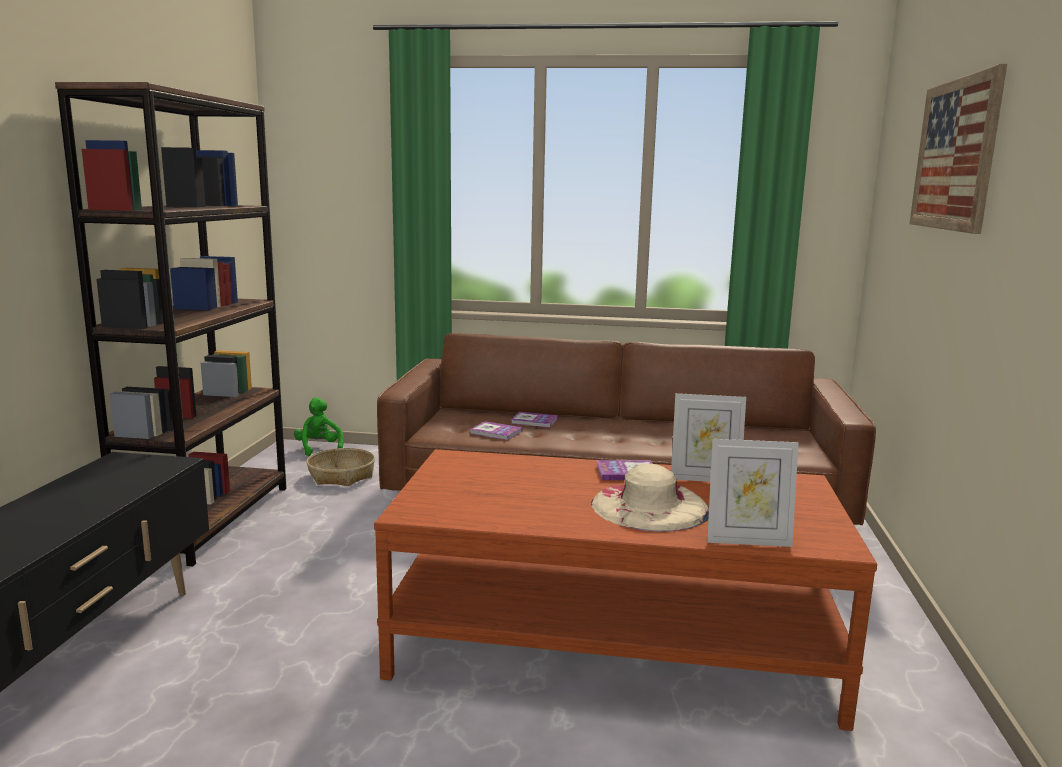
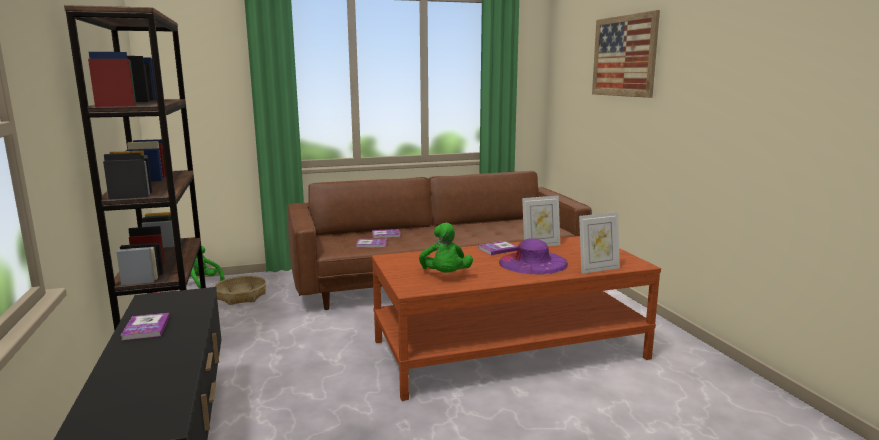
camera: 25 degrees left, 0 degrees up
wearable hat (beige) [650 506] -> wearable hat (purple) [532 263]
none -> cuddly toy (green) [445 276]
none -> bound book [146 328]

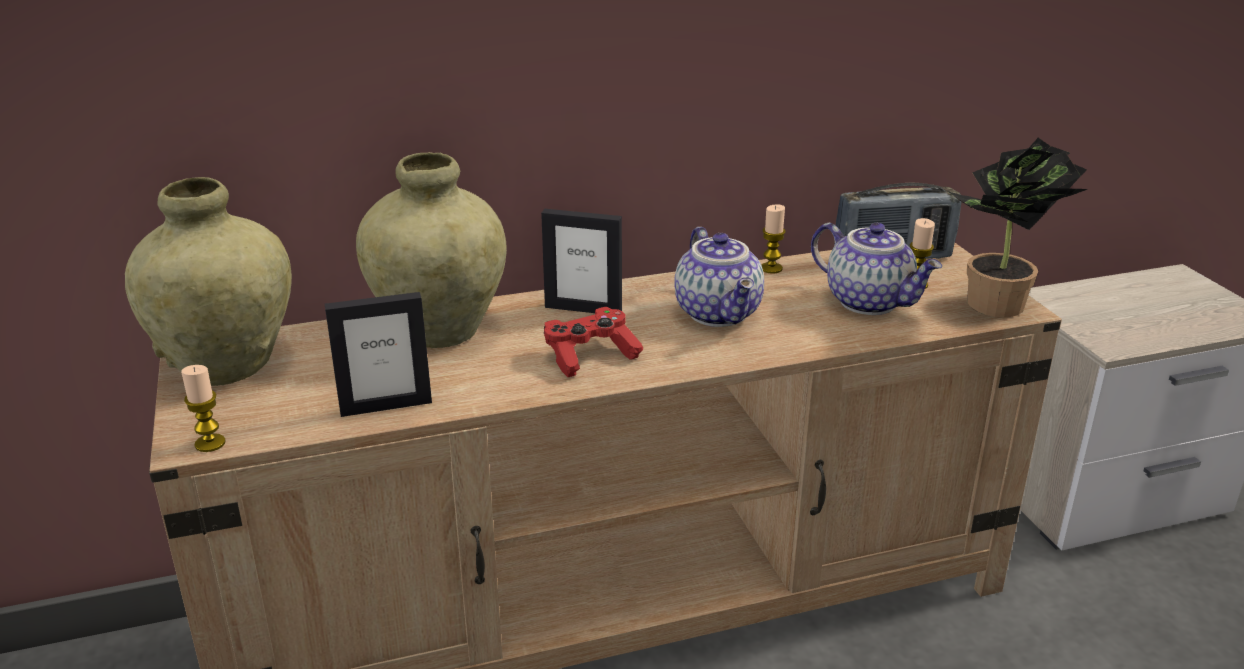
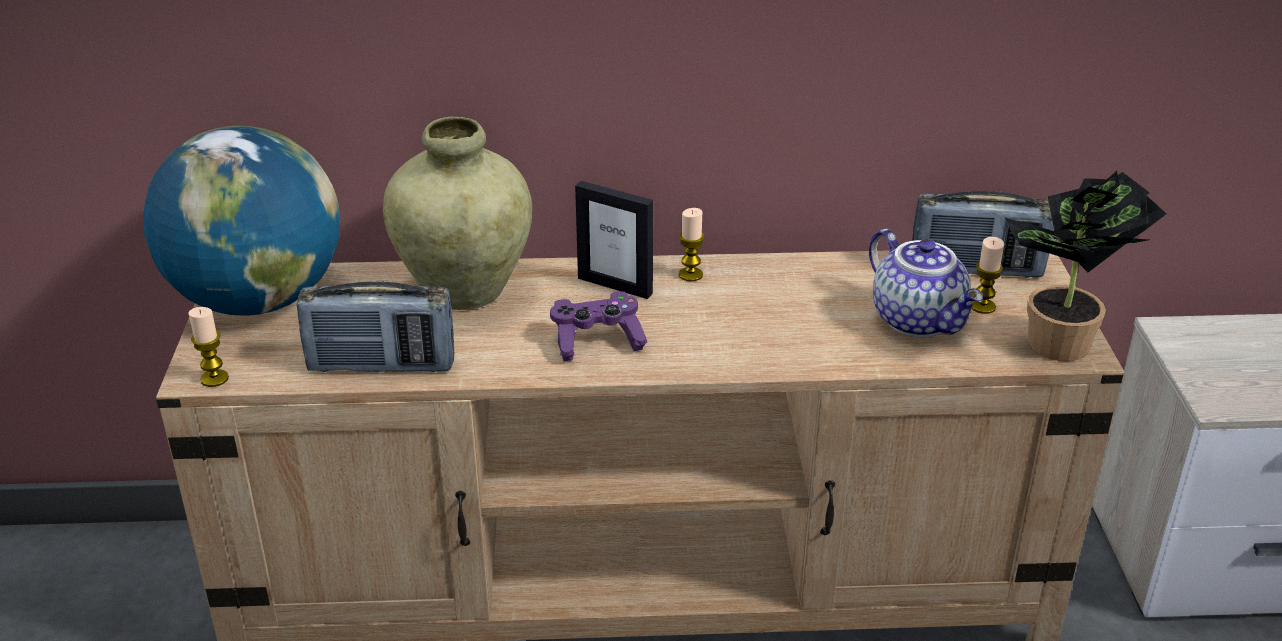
camera: 15 degrees right, 5 degrees up
vase (beige) [227 366] -> globe [258 300]
wax light [771 268] -> wax light [690 275], relocated
pot for tea [720 313] -> none
photo frame [386 406] -> radio set [381 365]
game controller (red) [590 356] -> game controller (purple) [597 340]

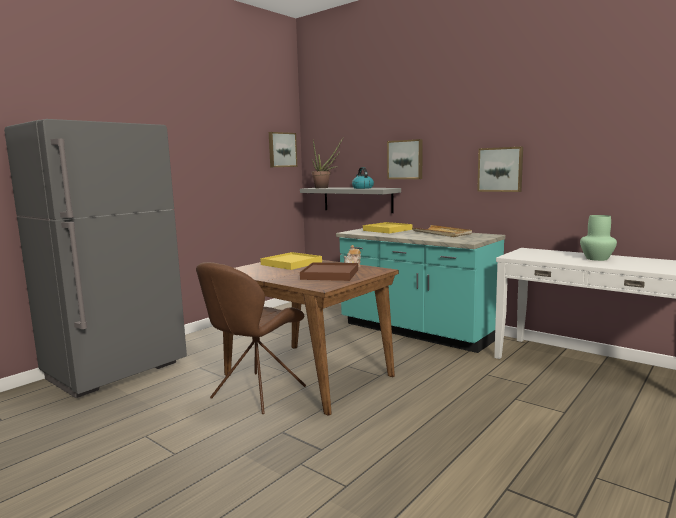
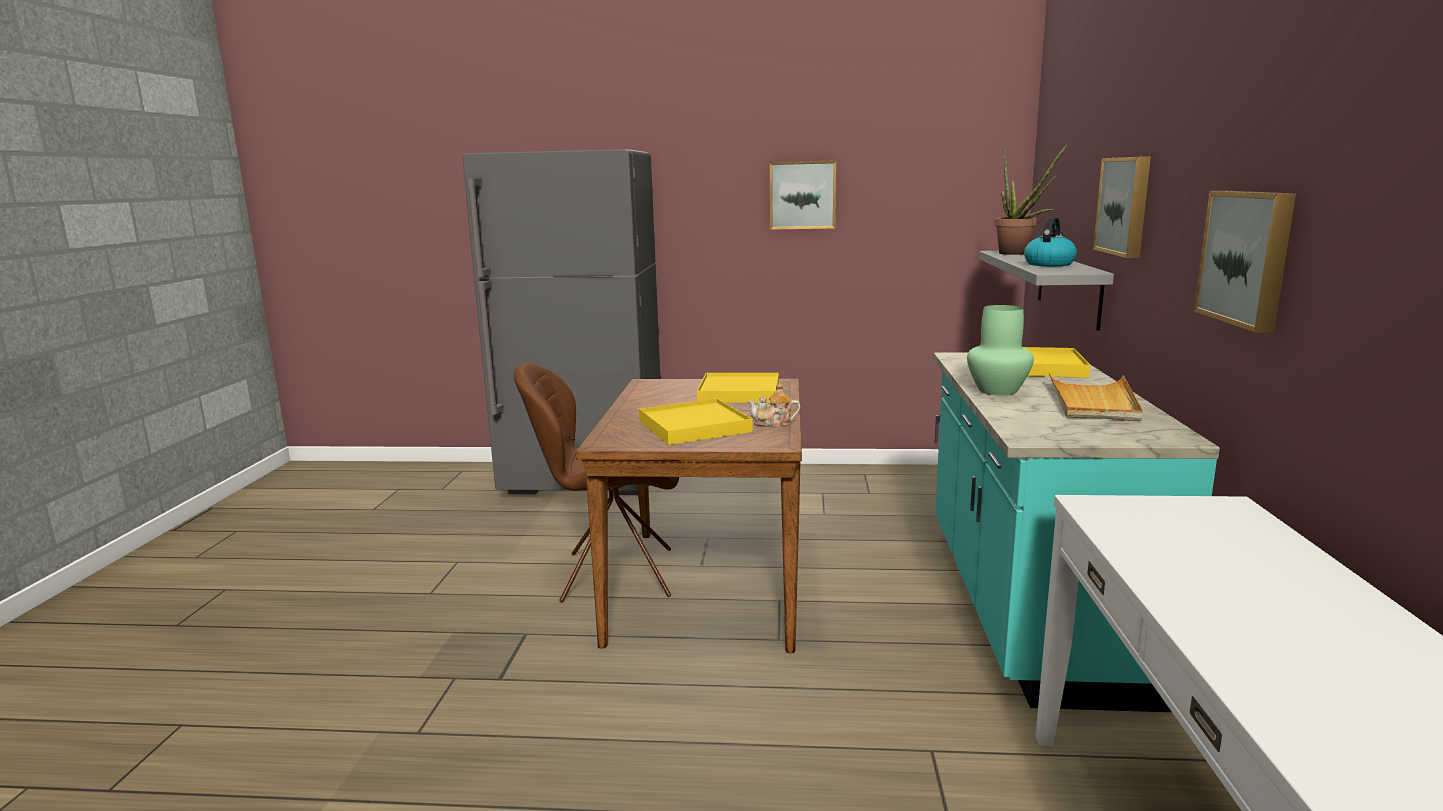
camera: 55 degrees right, 5 degrees up
wall art [281 150] -> wall art [802 195], relocated
vase (green) [597 259] -> vase (green) [997 391], relocated
serving tray (brown) [330 274] -> serving tray (yellowish) [694 426]

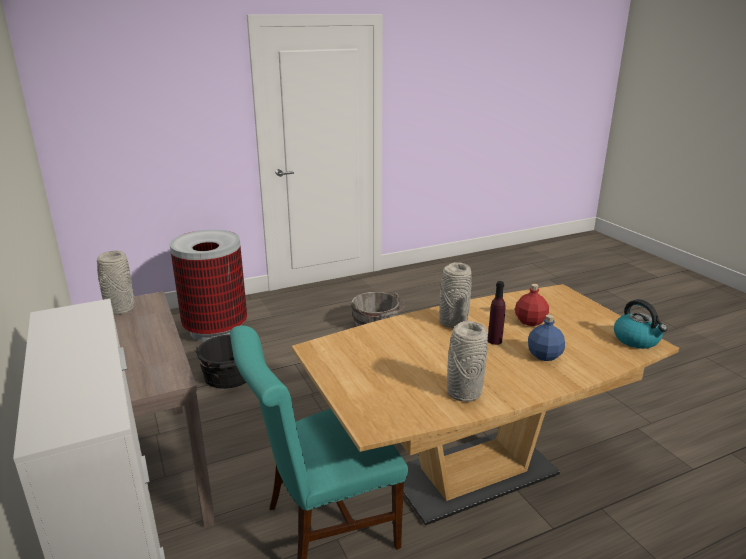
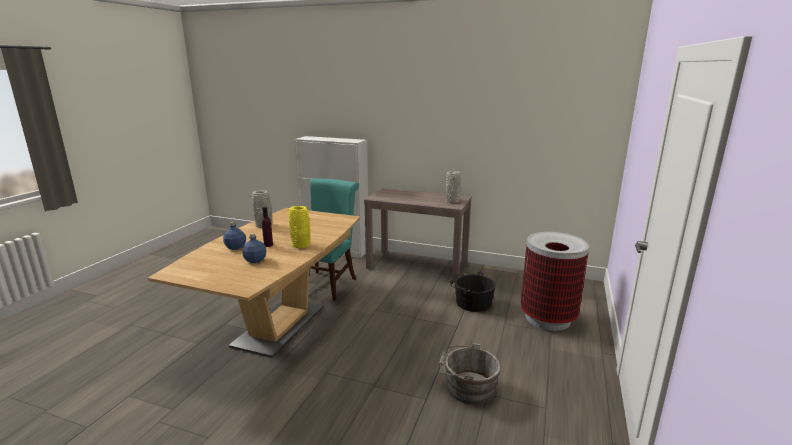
camera: 135 degrees right, 5 degrees down
vase (gray) [453 322] -> vase (yellowish) [301 245]
bottle (red) [530 322] -> bottle (blue) [255 260]
water kettle [637 340] -> none

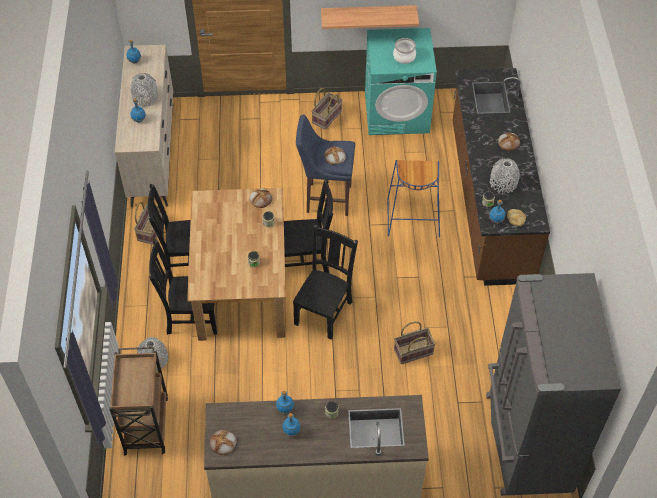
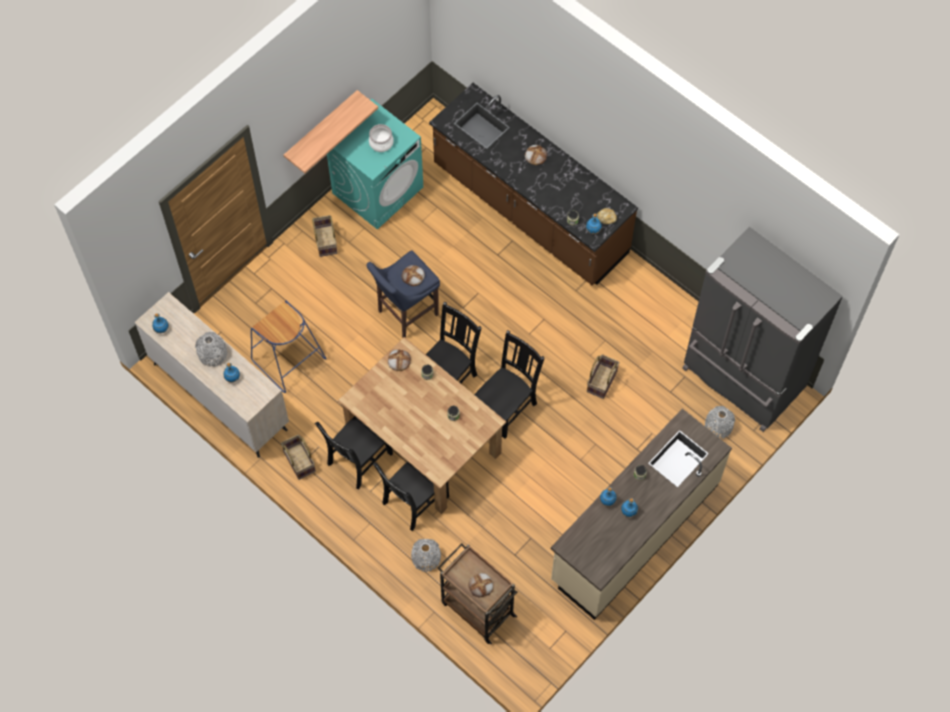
camera: 45 degrees left, 10 degrees up
vase (gray) [503 183] -> vase (gray) [718 426], relocated
stool (blue) [412 217] -> stool (blue) [287 359], relocated
upright chair (black-coloured) [324 311] -> upright chair (black-coloured) [506 407], 60 degrees clockwise
bakery bread [223 443] -> bakery bread [481 586], relocated

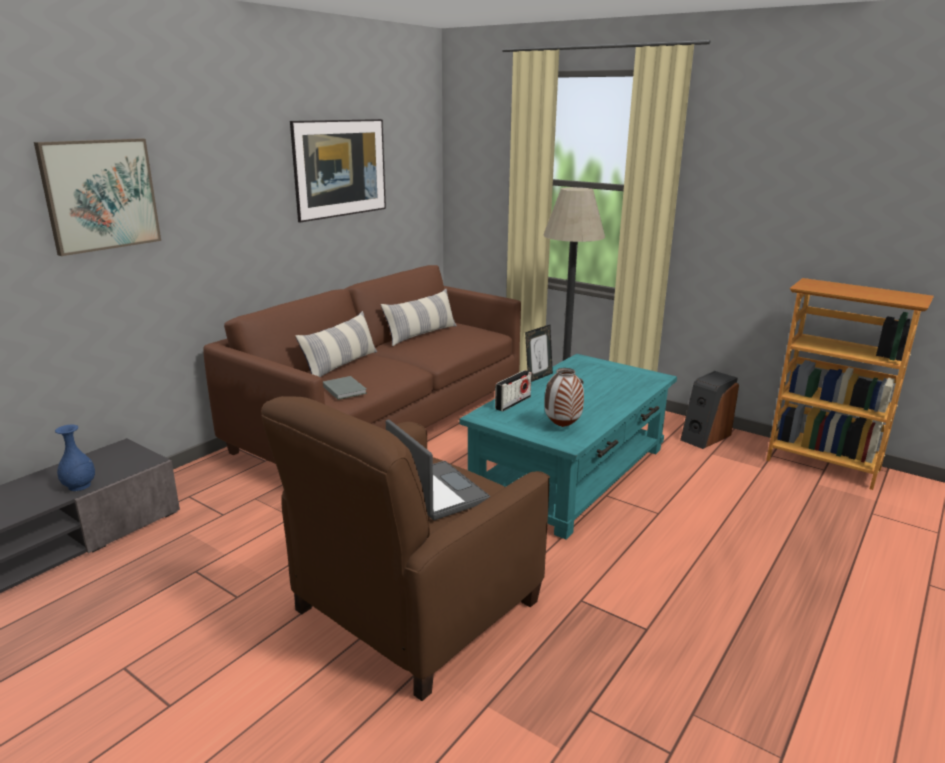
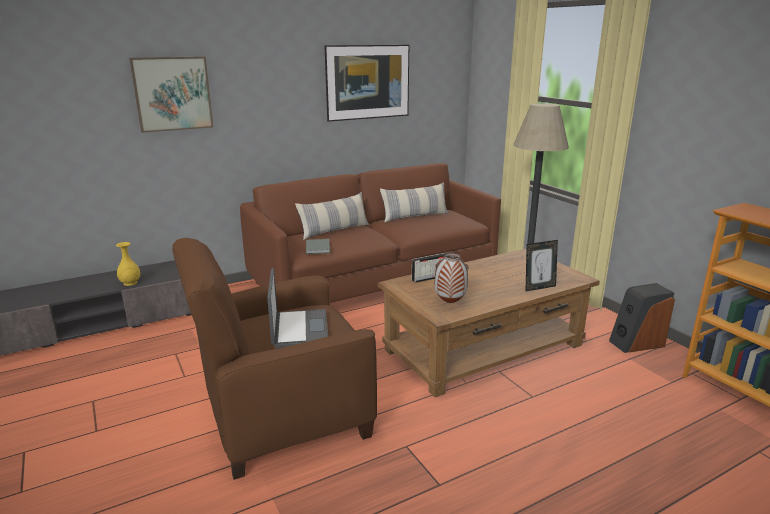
camera: 25 degrees right, 0 degrees up
photo frame [538 377] -> photo frame [539 287], relocated
low table (turquoise) [571 473] -> low table (brown) [484 347]
vase (blue) [79 486] -> vase (yellowish) [130 283]

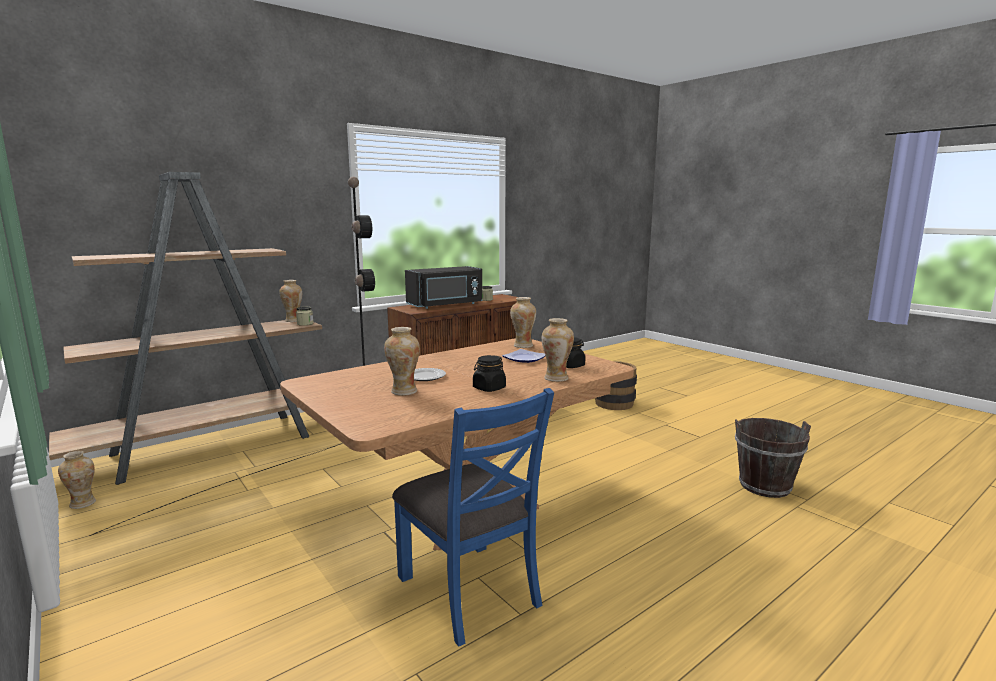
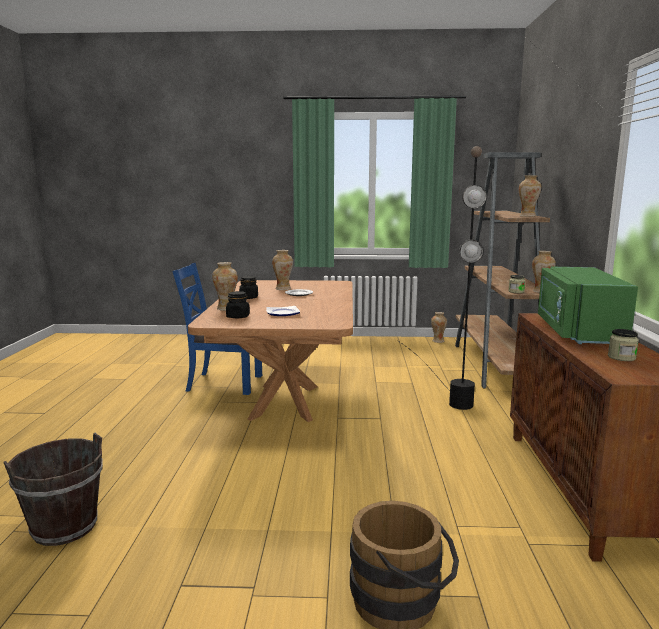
camera: 130 degrees right, 0 degrees up
kitchen microwave (black-coloured) [446 305] -> kitchen microwave (green) [576 331]
vase [523 346] -> vase [527 216], relocated

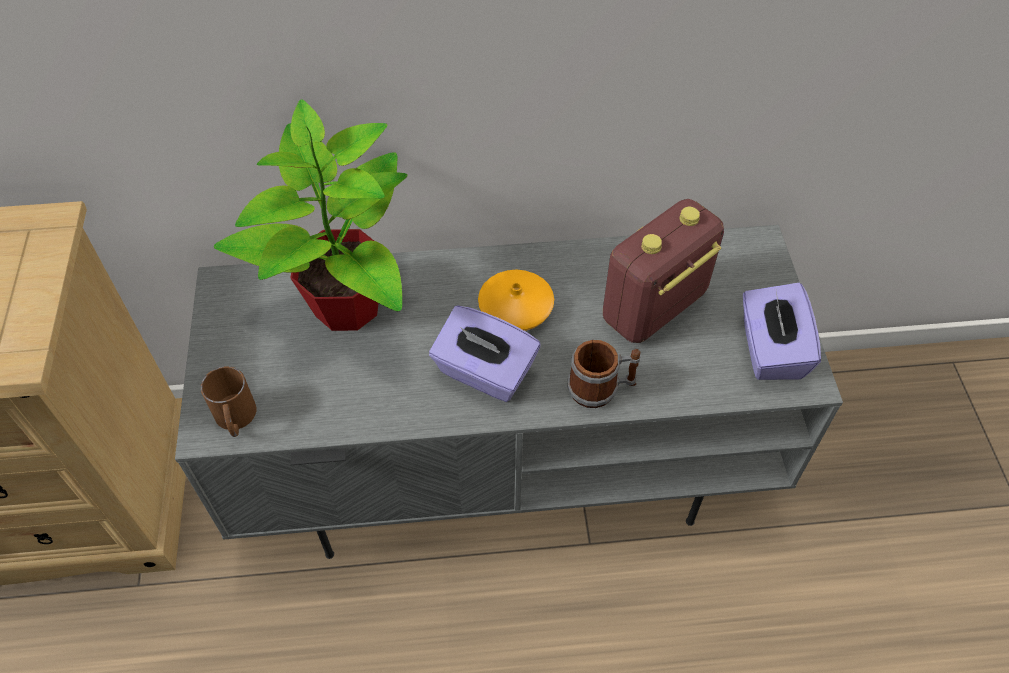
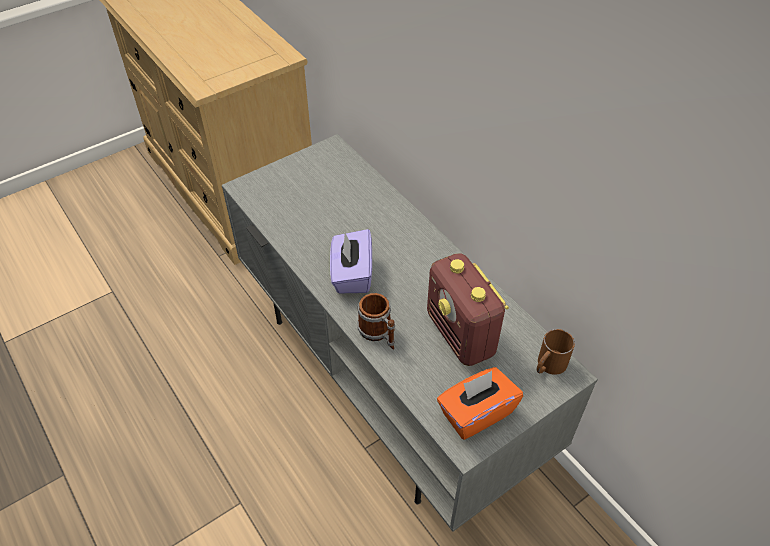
camera: 60 degrees right, 5 degrees down
plant in a pot [346 307] -> none
radio set [653 308] -> radio set [461 335], 135 degrees counterclockwise
vase (orange) [516 307] -> none
box of tissues (purple) [770 350] -> box of tissues (orange) [476 413]
mug (brown) [235 419] -> mug (brown) [548 365], relocated

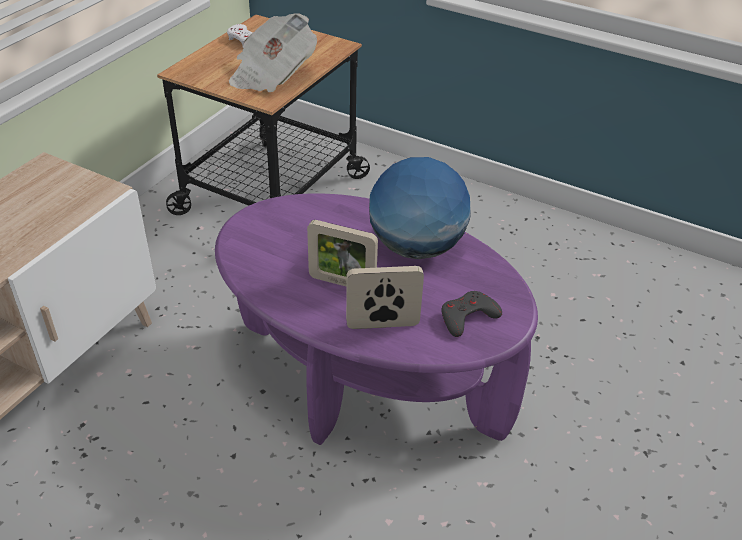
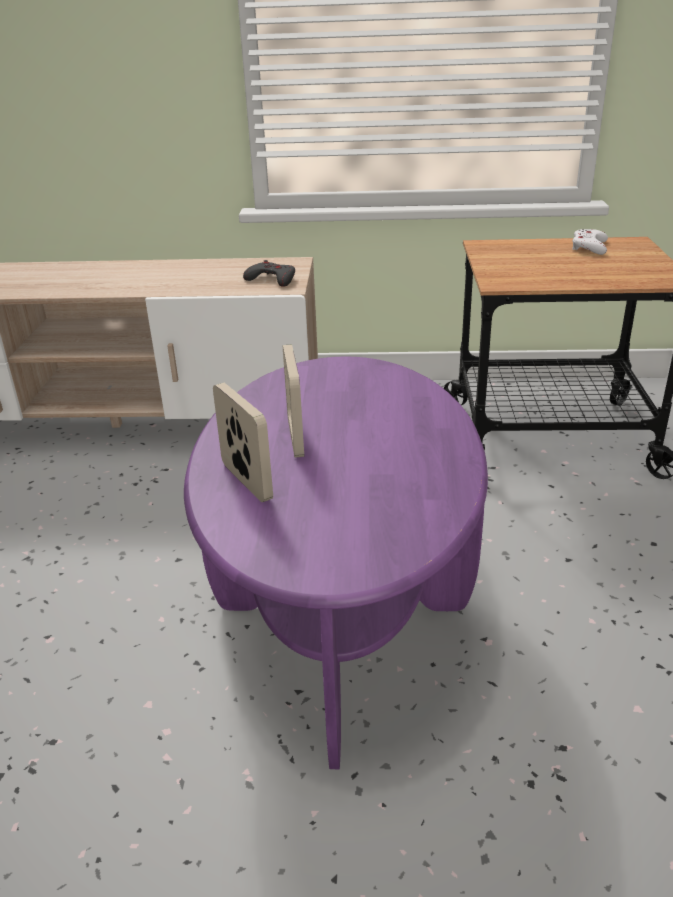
camera: 65 degrees right, 10 degrees down
daily paper [272 75] -> none
globe [416 247] -> none
game controller (gray) [467 317] -> game controller (gray) [272 279], relocated

